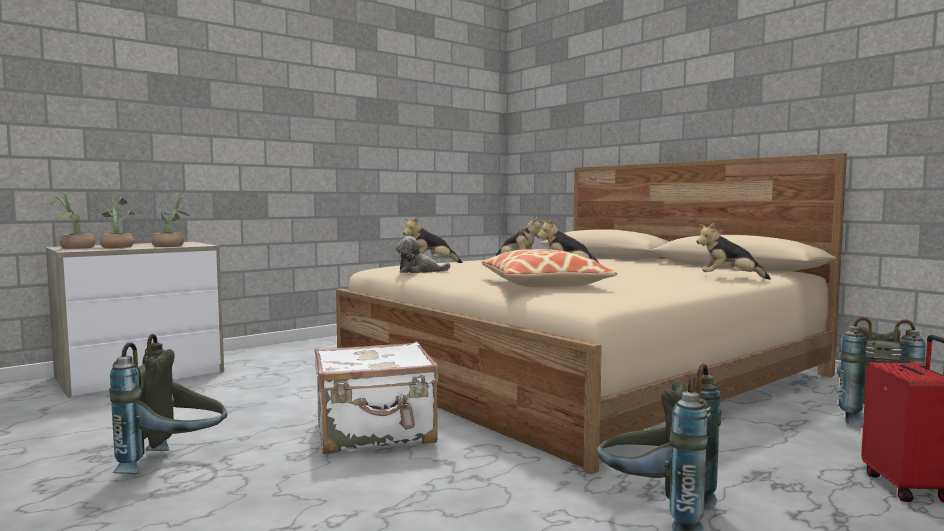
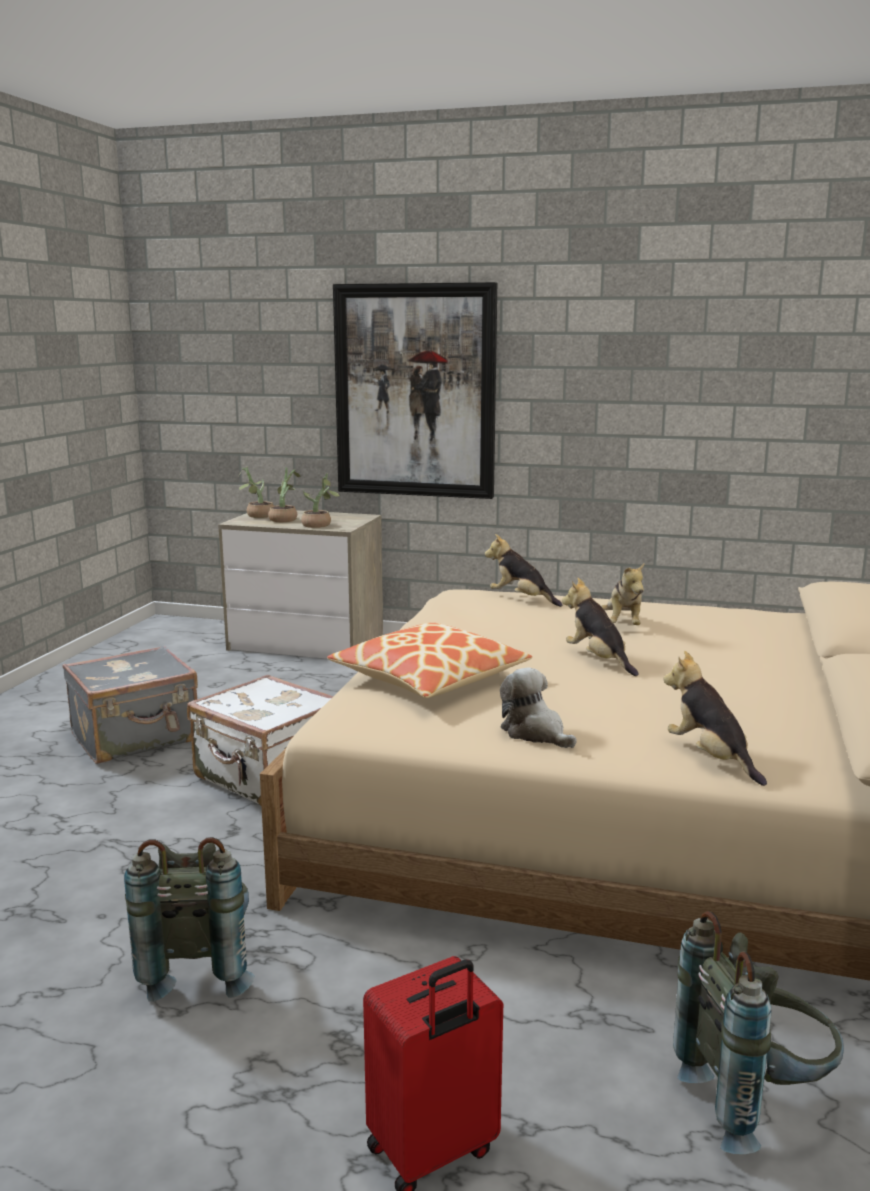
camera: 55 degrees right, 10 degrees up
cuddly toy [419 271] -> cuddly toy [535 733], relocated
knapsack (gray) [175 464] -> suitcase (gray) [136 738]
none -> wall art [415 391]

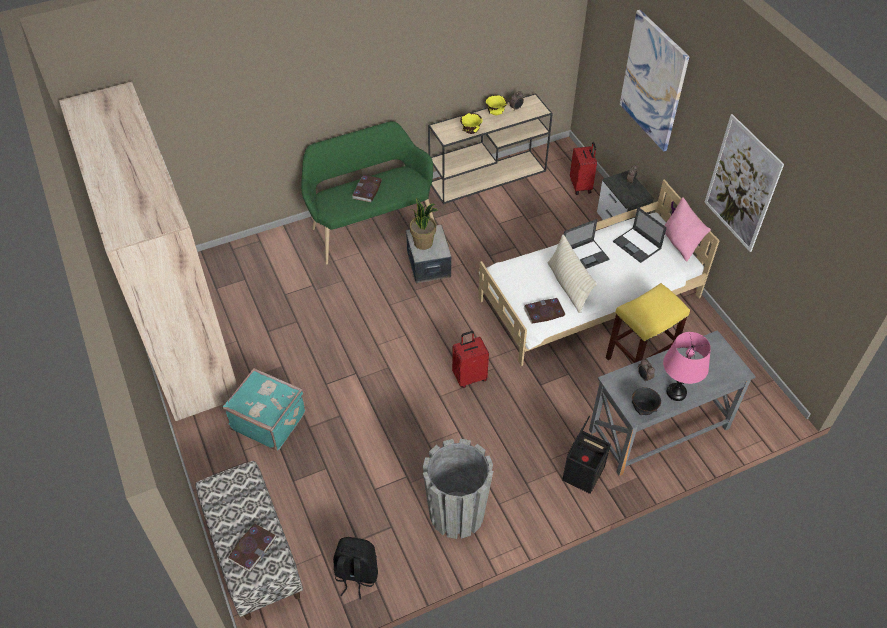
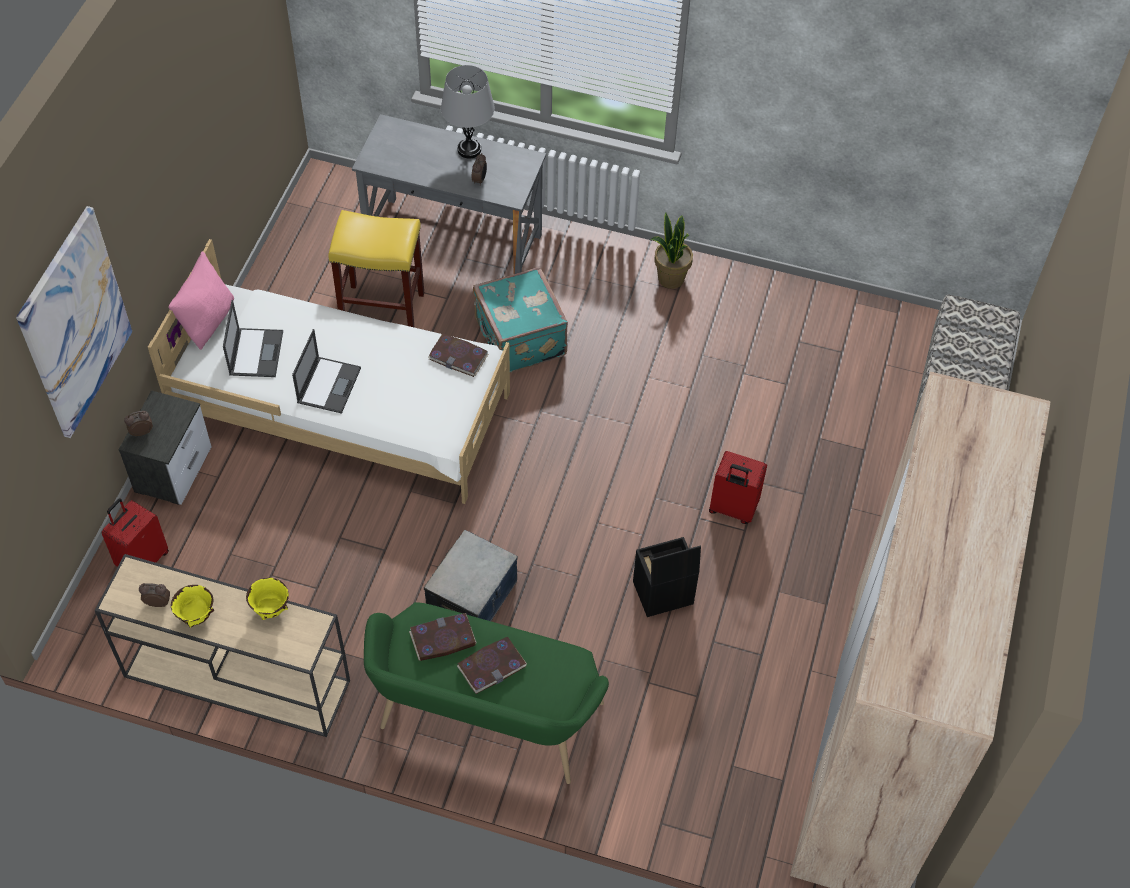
camera: 140 degrees left, 5 degrees up
wall art [742 184] -> none
plant in a pot [423 243] -> plant in a pot [670 278], relocated
laptop [585 255] -> laptop [329 384], 90 degrees clockwise
pillow (beige) [568 286] -> none
suitcase (red) [469 377] -> suitcase (red) [732 509], relocated
tabletop lamp (pinkish) [676 392] -> tabletop lamp (gray) [469 149]
suitcase (turquoise) [269 420] -> suitcase (turquoise) [519 339], relocated
bowl (black-coloured) [643 410] -> none
storage container (black-coloured) [583 472] -> storage container (black-coloured) [662 594], relocated
plant pot (gray) [457 513] -> none
bound book [252 548] -> bound book [442 639], relocated
knapsack (black-coloured) [356 575] -> none

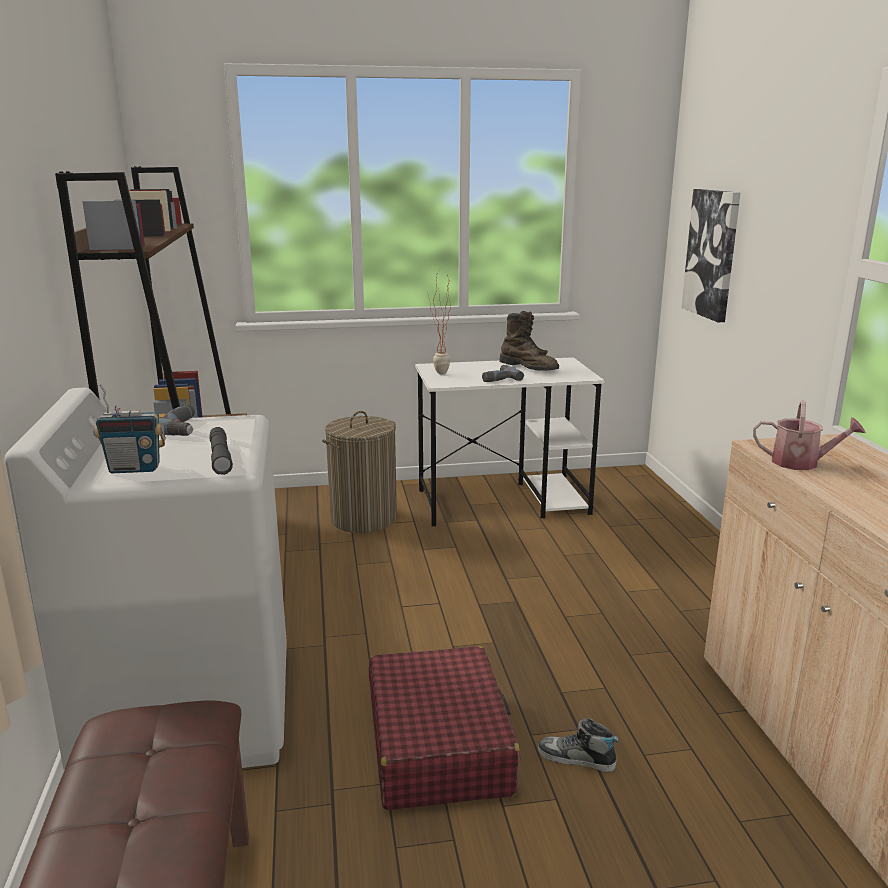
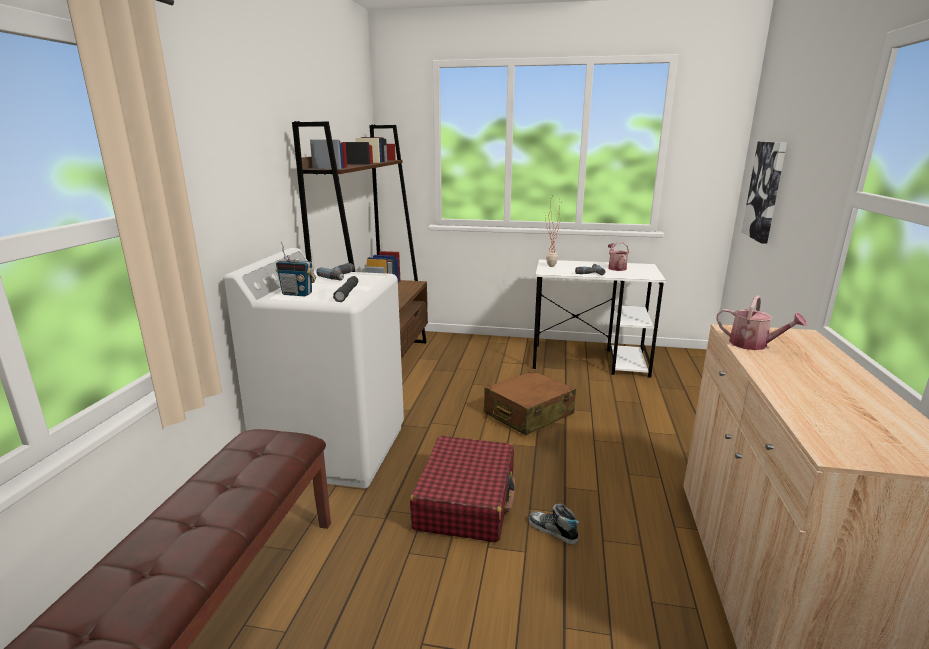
camera: 20 degrees right, 0 degrees up
tall boot (brown) [529 367] -> sprinkling can [616 268]
washing basket [363 518] -> none
none -> suitcase (brown) [528 414]

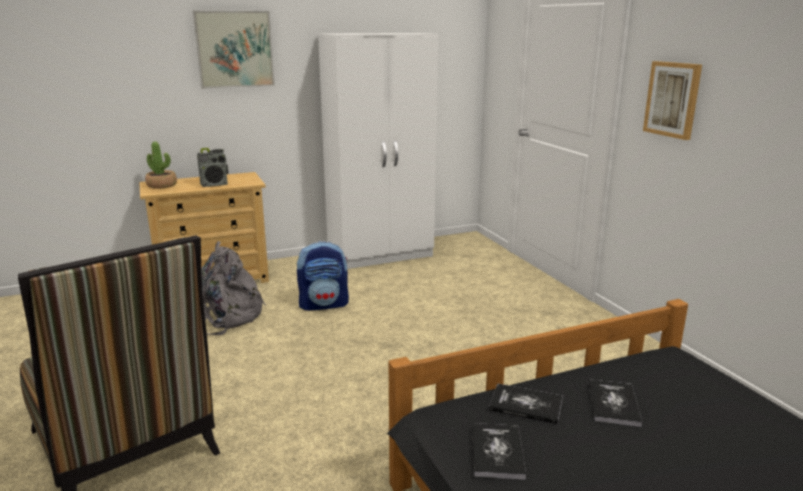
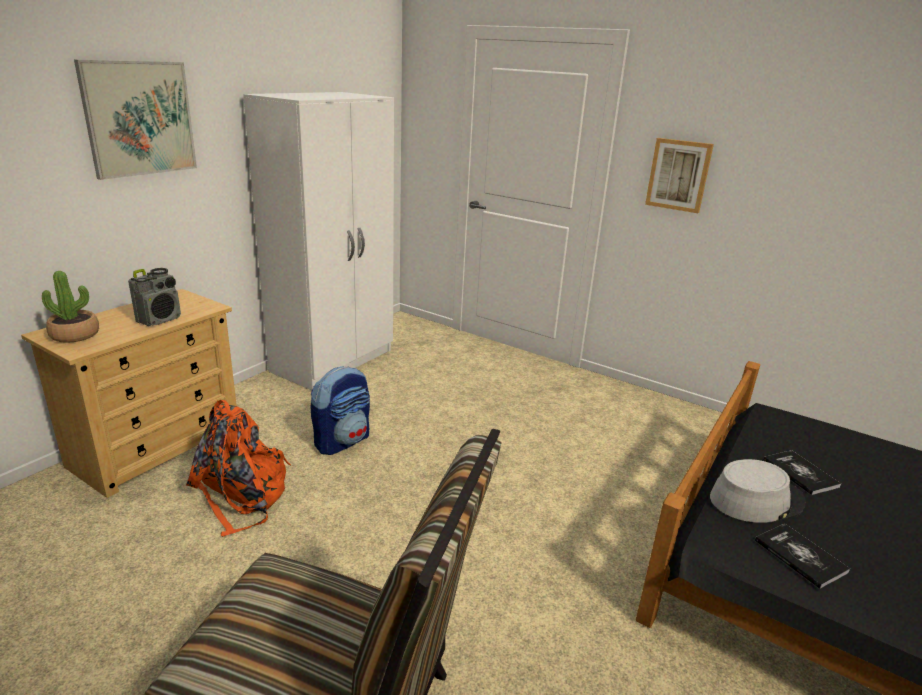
camera: 35 degrees left, 5 degrees up
knapsack (gray) [227 317] -> knapsack (orange) [242 494]
bound book [525 405] -> wearable hat (gray) [756 500]

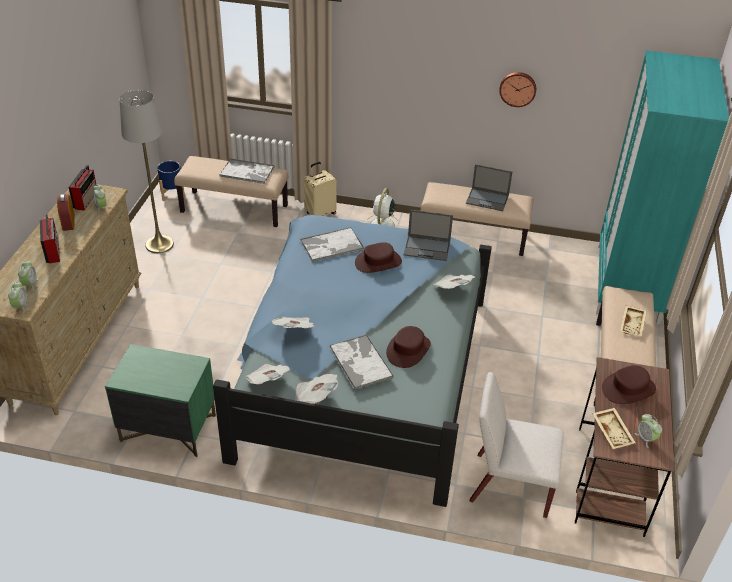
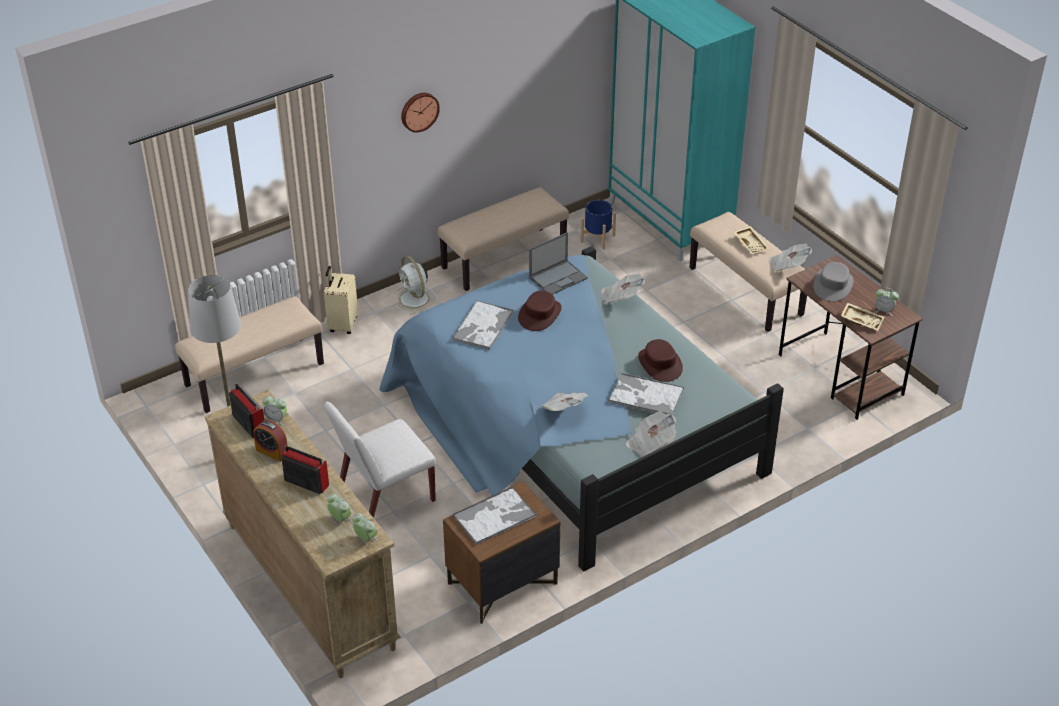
camera: 45 degrees left, 0 degrees up
clock on the wall [518 88] -> clock on the wall [419 111], relocated
serving tray [247 172] -> serving tray [495 516], relocated
plant pot (blue) [172 193] -> plant pot (blue) [597 238], relocated
laptop [487 199] -> none
night table (green) [167 428] -> night table (brown) [502 584]
daily paper [268 381] -> daily paper [787 266], relocated
wearable hat (brown) [628 389] -> wearable hat (gray) [833 285]
upright chair (white) [509 485] -> upright chair (white) [384 498], relocated

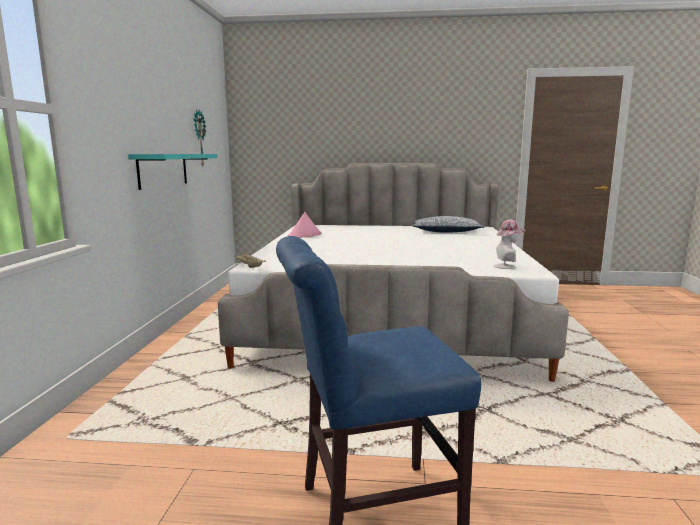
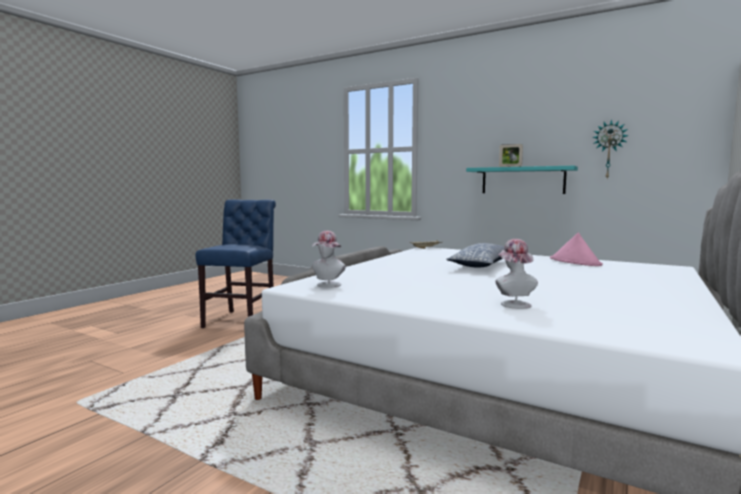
camera: 115 degrees right, 5 degrees down
pillow [446 232] -> pillow [483 265], relocated
none -> photo frame [510 166]
none -> wearable hat [513 303]

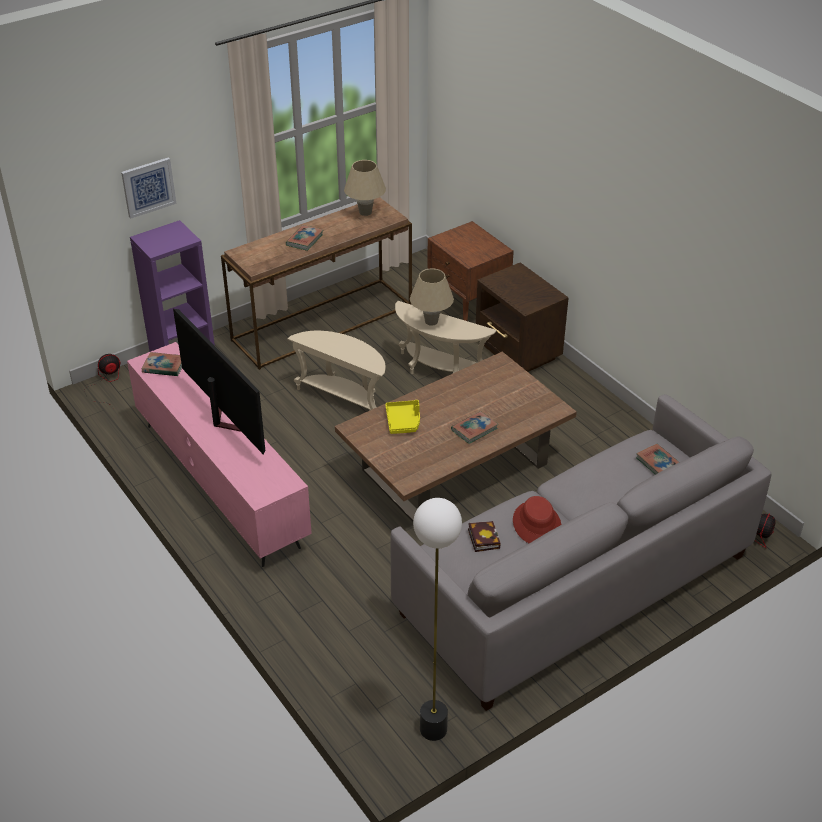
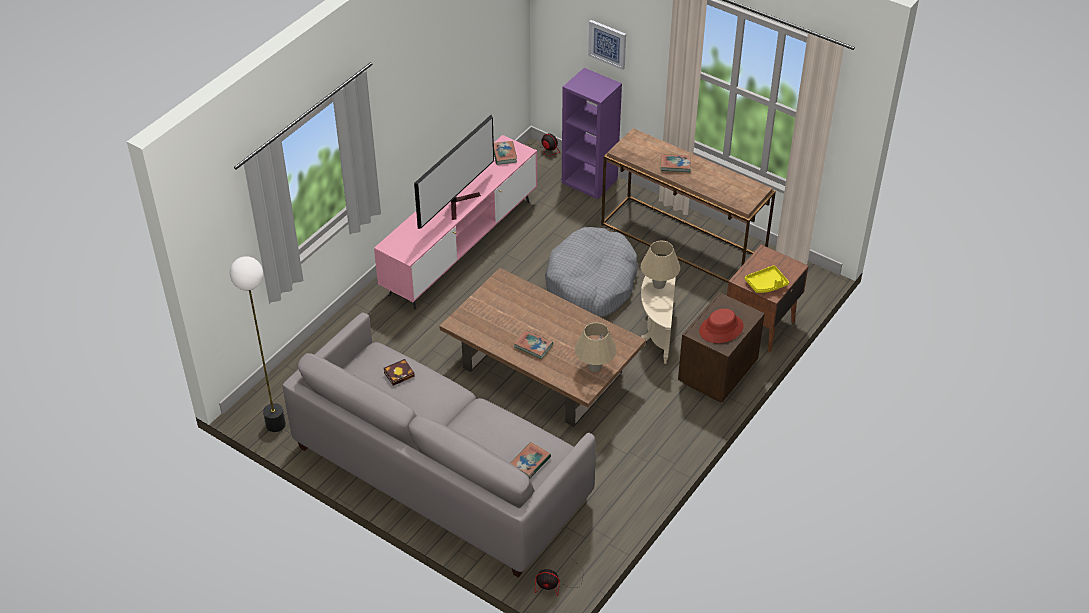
camera: 70 degrees right, 5 degrees up
tabletop lamp (beige) [365 212] -> tabletop lamp (beige) [594 367], relocated
side table (beige) [344 399] -> dog bed (gray) [591 283]
serving tray (yellowish) [403 422] -> serving tray (yellowish) [766 284], relocated
wearable hat (red) [537 524] -> wearable hat (red) [721 329], relocated

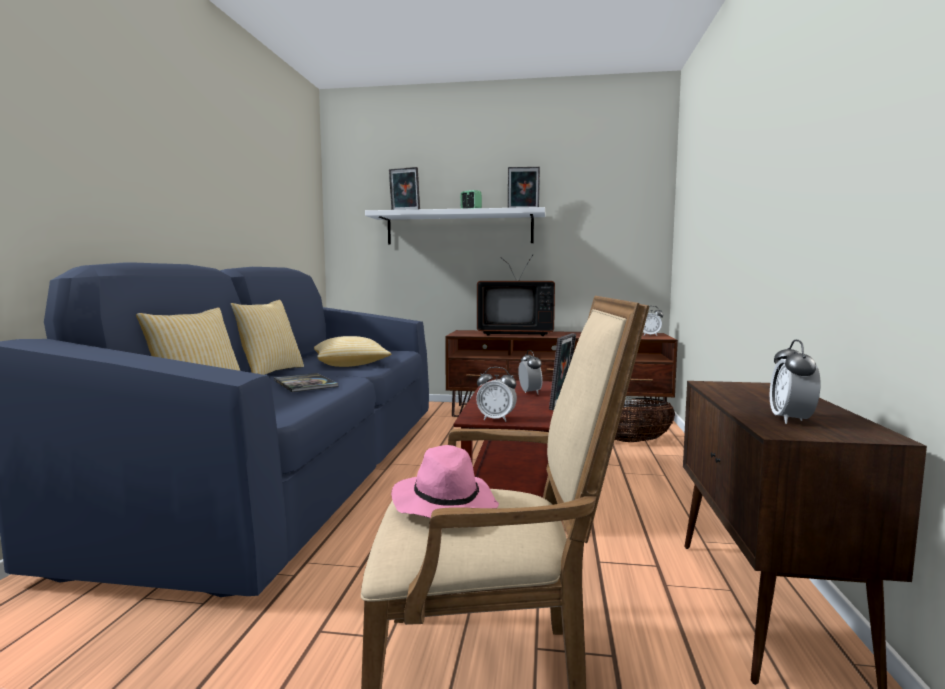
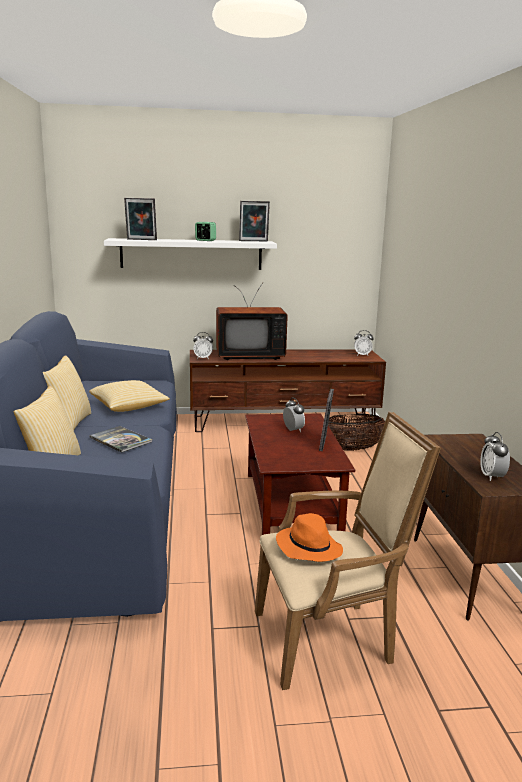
camera: 15 degrees left, 10 degrees up
table clock [496 419] -> table clock [203 358], relocated
wearable hat (pinkish) [444 504] -> wearable hat (orange) [308 547]

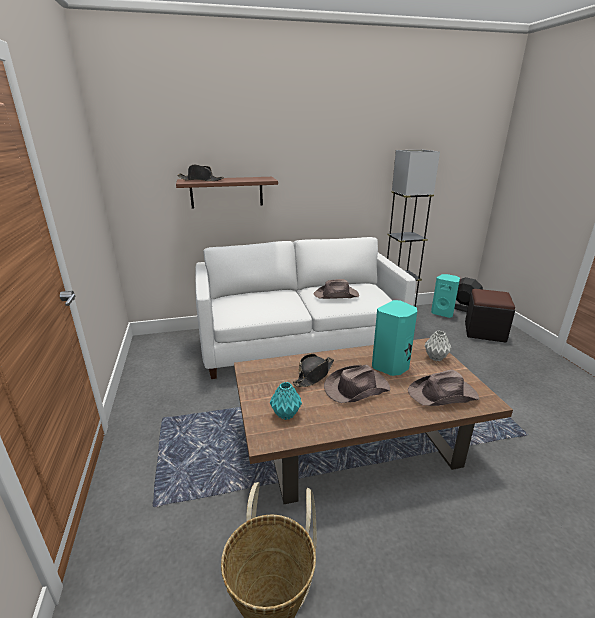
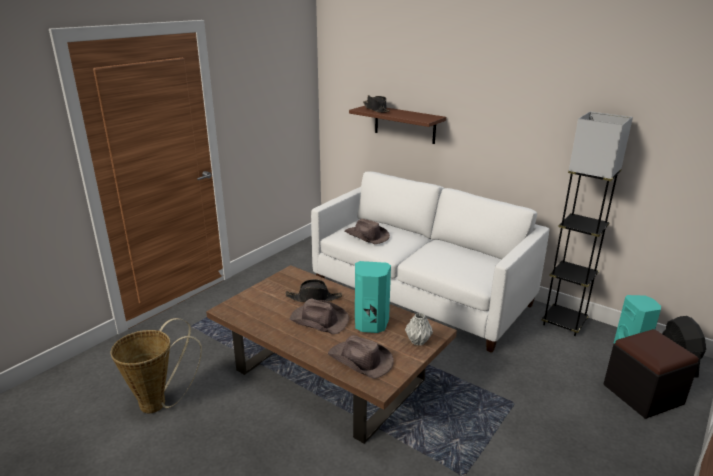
camera: 50 degrees right, 0 degrees up
wearable hat (brown) [336 295] -> wearable hat (brown) [367 236], relocated
vase (turquoise) [286 414] -> none

